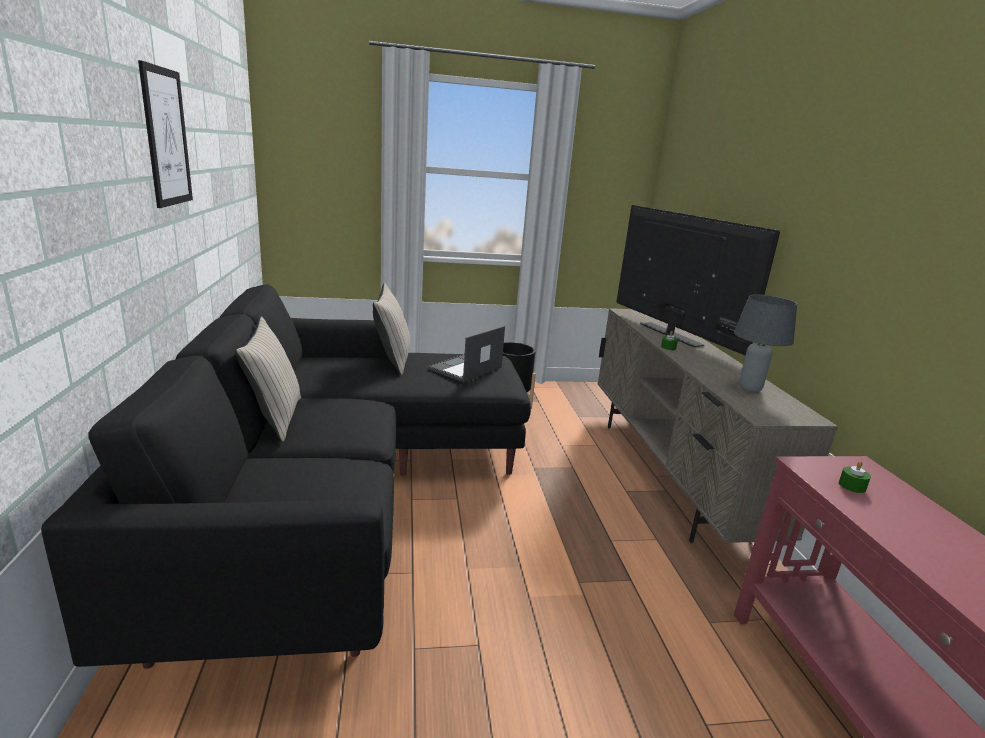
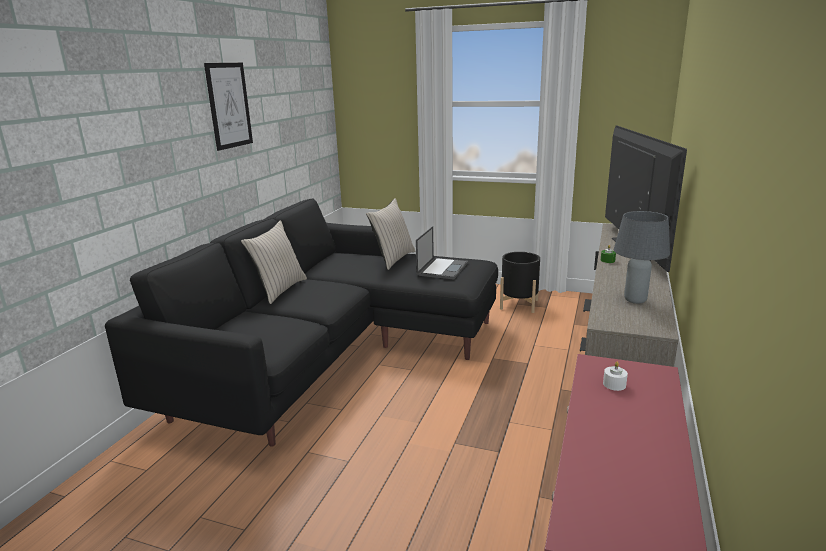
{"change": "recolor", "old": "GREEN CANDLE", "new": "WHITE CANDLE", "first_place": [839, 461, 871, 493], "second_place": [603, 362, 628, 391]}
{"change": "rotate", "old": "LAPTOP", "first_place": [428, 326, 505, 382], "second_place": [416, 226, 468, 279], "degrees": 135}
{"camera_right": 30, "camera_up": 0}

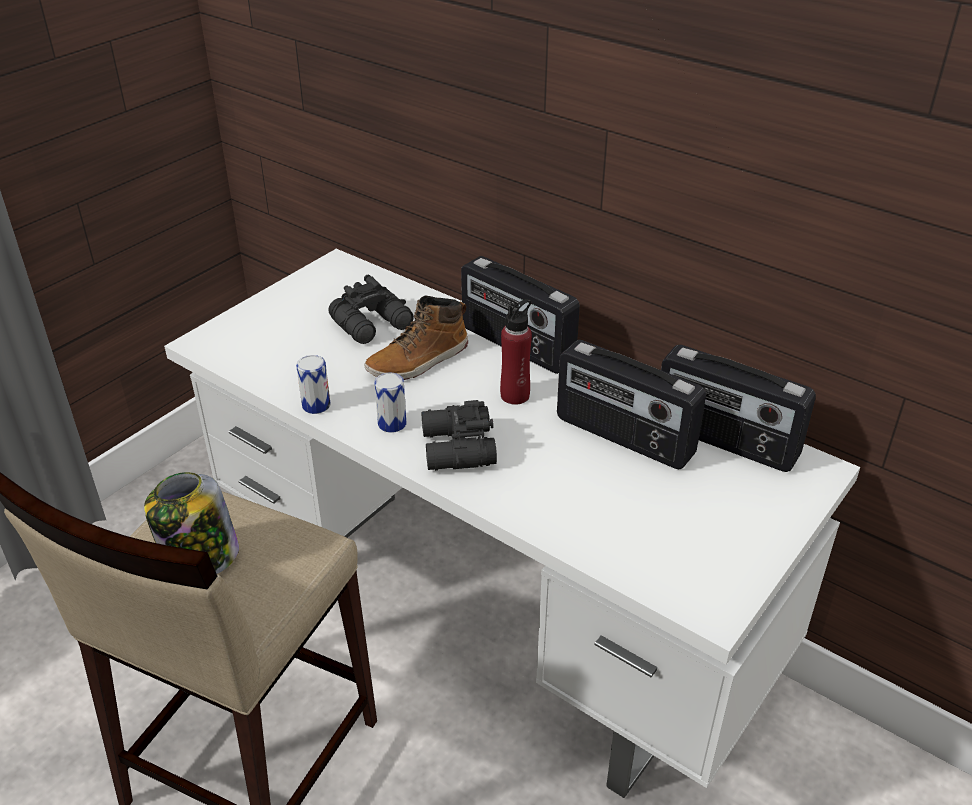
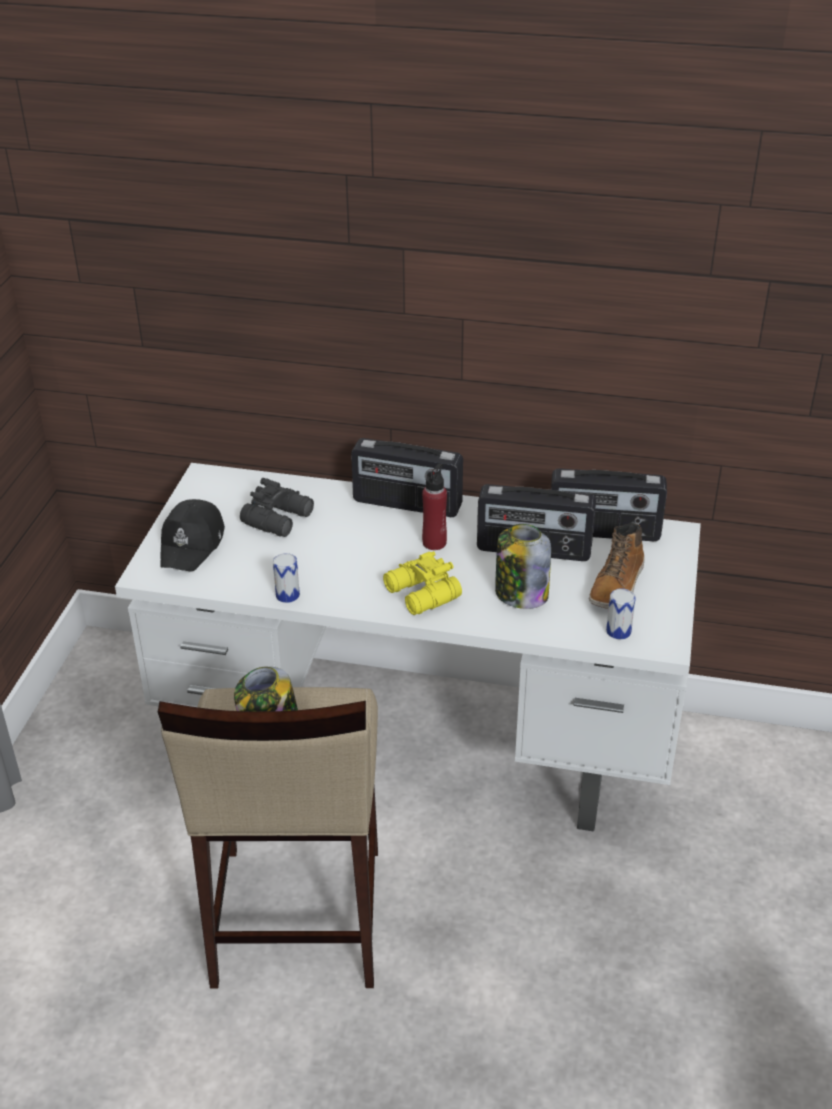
{"change": "insert", "new": "BLACK CAP", "second_place": [160, 499, 225, 572]}
{"change": "insert", "new": "JAR", "second_place": [495, 524, 551, 609]}
{"change": "move", "old": "BOOT", "first_place": [364, 296, 468, 380], "second_place": [589, 524, 645, 609]}
{"change": "move", "old": "CAN", "first_place": [374, 373, 406, 433], "second_place": [606, 588, 636, 639]}
{"change": "recolor", "old": "BLACK BINOCULARS", "new": "YELLOW BINOCULARS", "first_place": [422, 400, 497, 471], "second_place": [383, 551, 462, 615]}
{"camera_right": -25, "camera_up": 0}

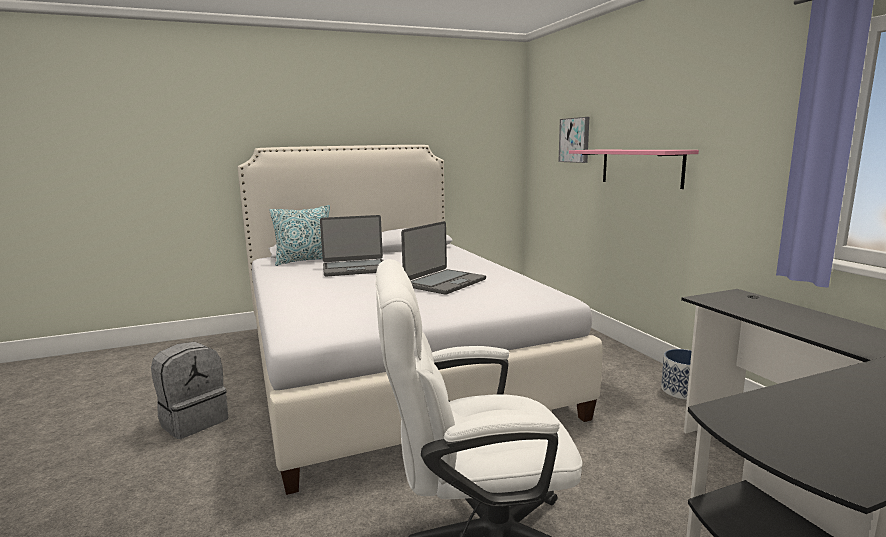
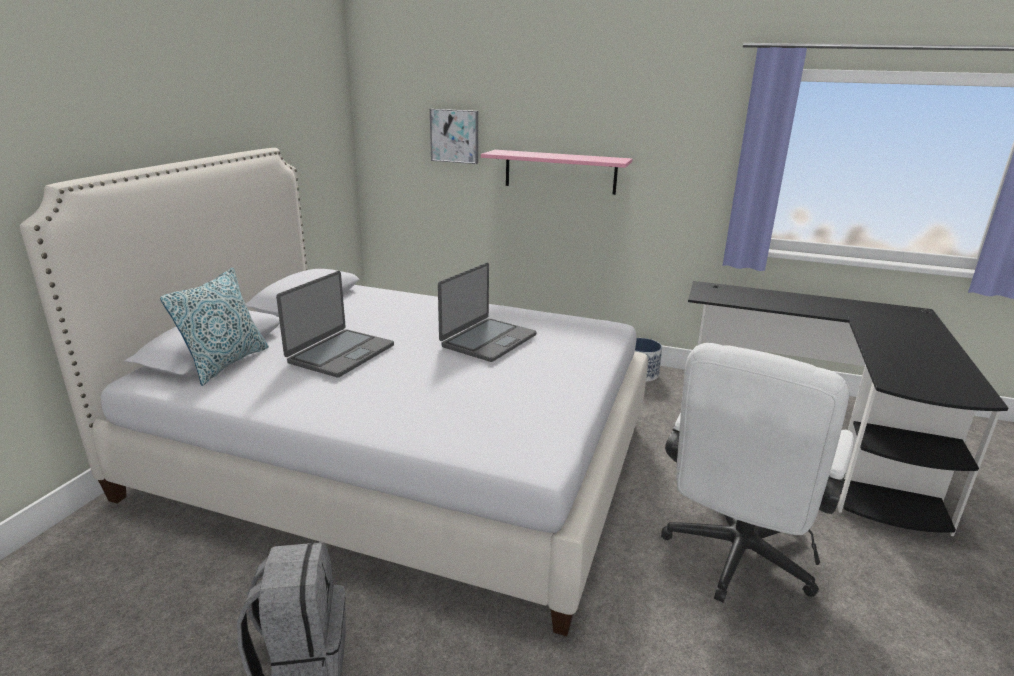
{"change": "rotate", "old": "LAPTOP", "first_place": [401, 221, 486, 295], "second_place": [438, 263, 537, 362], "degrees": 45}
{"camera_right": -50, "camera_up": 10}

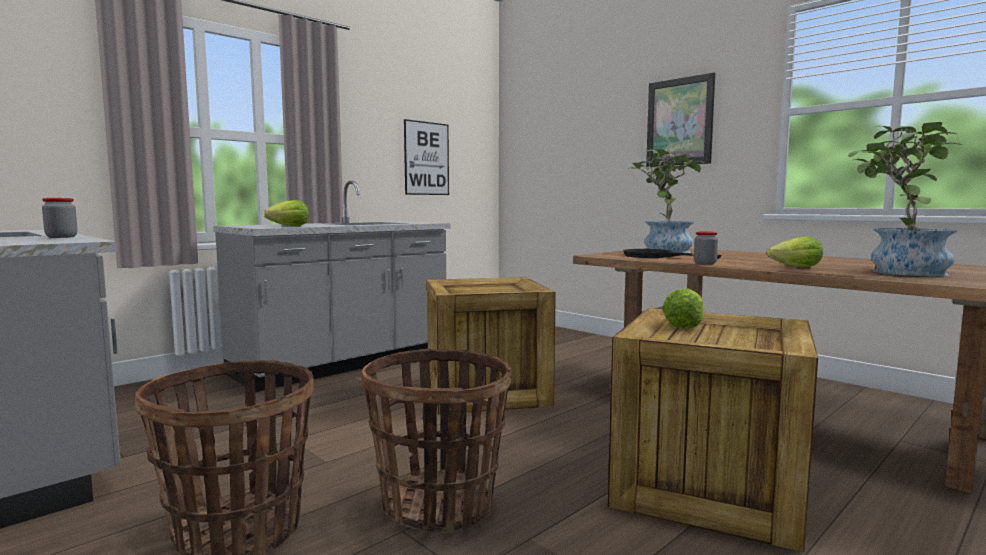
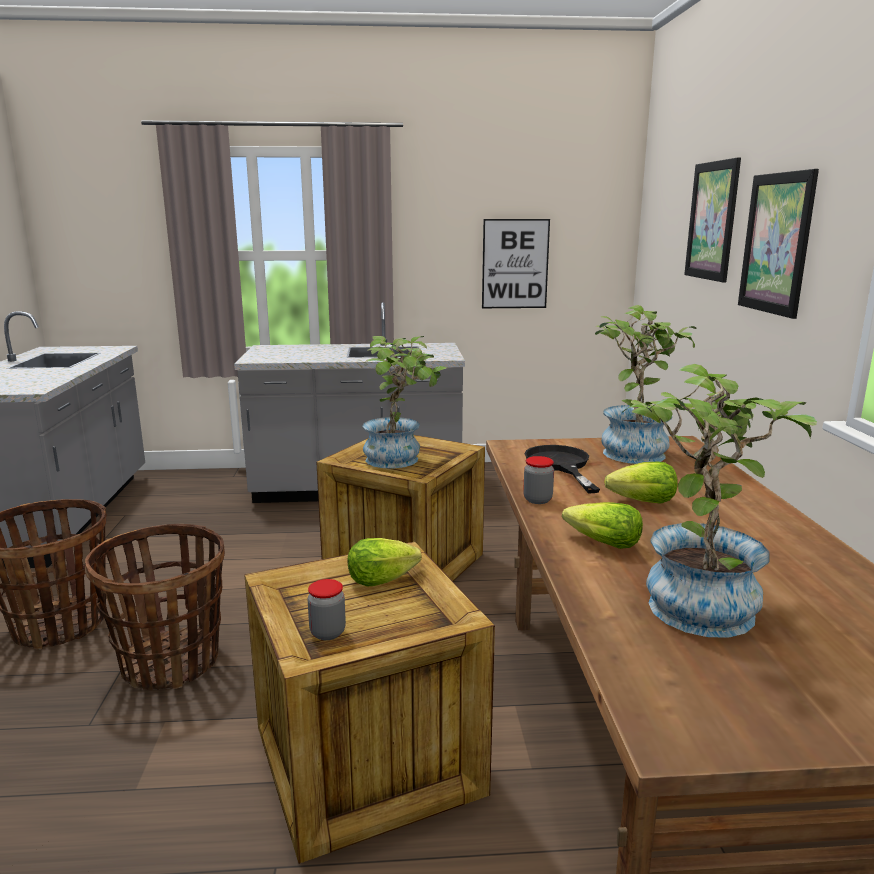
{"change": "insert", "new": "POTTED PLANT", "second_place": [362, 336, 447, 468]}
{"change": "insert", "new": "PICTURE", "second_place": [684, 157, 741, 283]}
{"change": "move", "old": "JAR", "first_place": [42, 198, 78, 238], "second_place": [307, 579, 346, 640]}
{"change": "move", "old": "LETTUCE", "first_place": [264, 200, 309, 226], "second_place": [604, 462, 678, 504]}
{"camera_right": 40, "camera_up": 10}

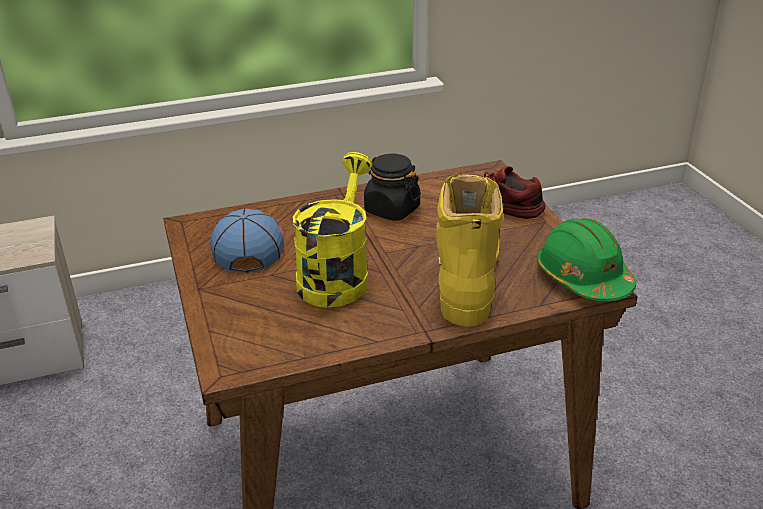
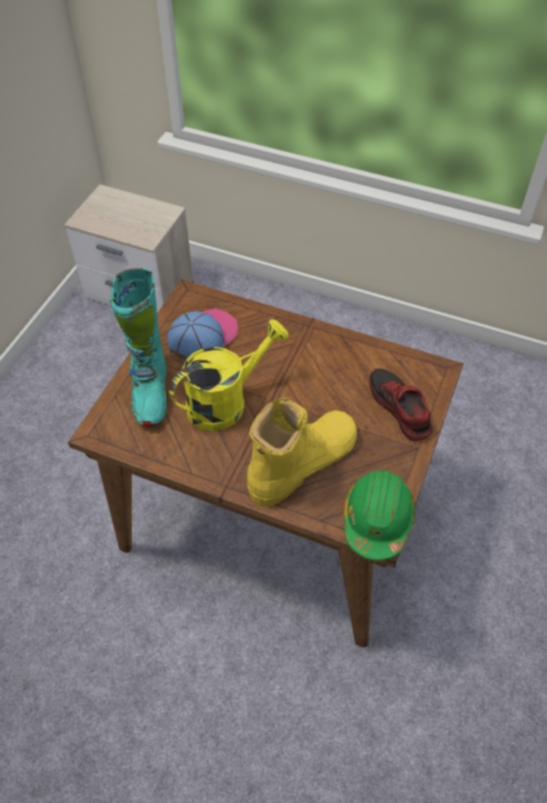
{"change": "delete", "old": "BLACK JAR", "first_place": [364, 154, 420, 221]}
{"change": "insert", "new": "TURQUOISE BOOT", "second_place": [110, 268, 167, 427]}
{"camera_right": 40, "camera_up": 20}

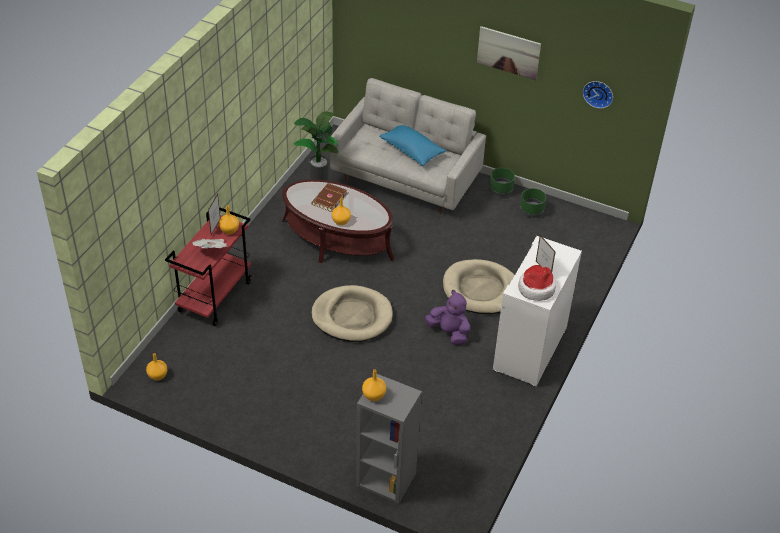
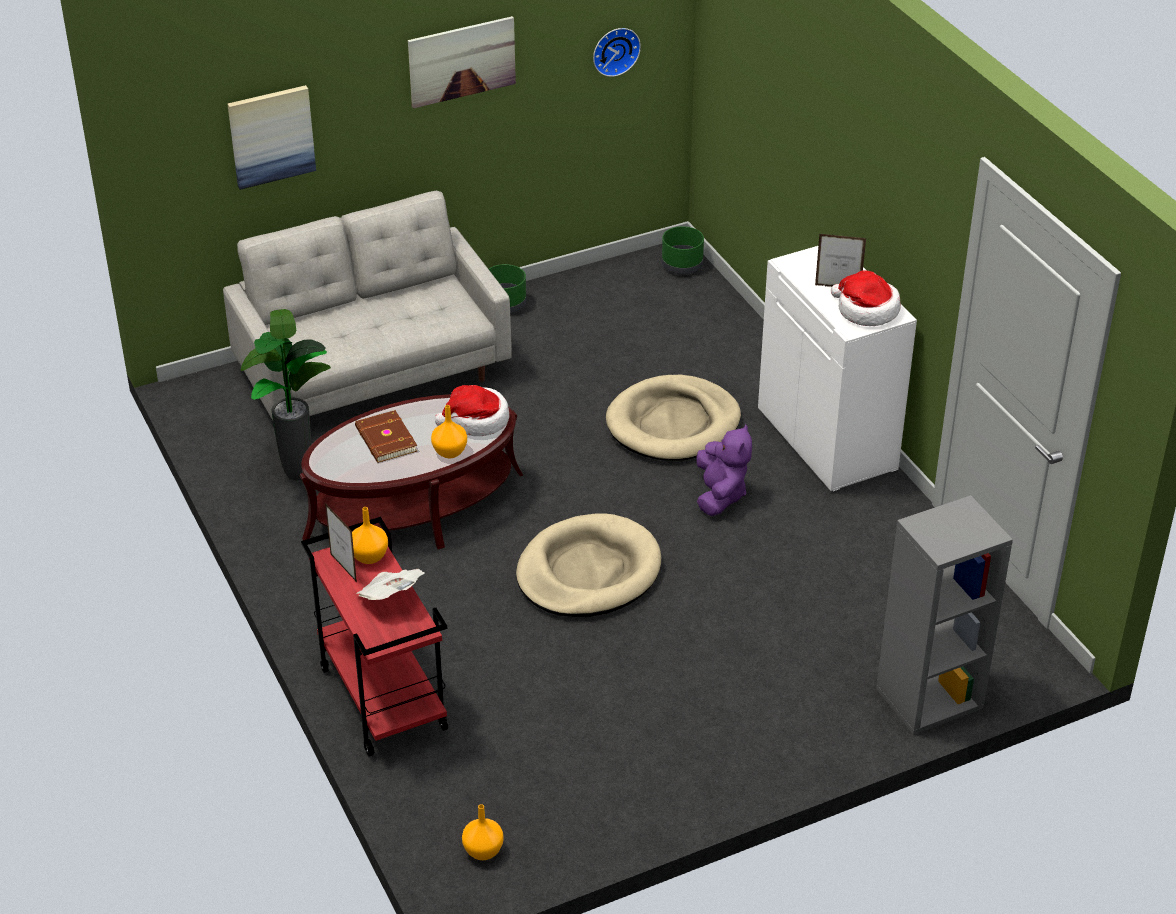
{"change": "delete", "old": "ORANGE VASE", "first_place": [362, 369, 386, 401]}
{"change": "delete", "old": "BLUE PILLOW", "first_place": [379, 125, 446, 166]}
{"change": "insert", "new": "PICTURE", "second_place": [228, 85, 316, 190]}
{"change": "insert", "new": "HAT", "second_place": [435, 385, 509, 436]}
{"change": "move", "old": "GREEN PLANTER", "first_place": [520, 188, 546, 218], "second_place": [662, 226, 704, 274]}
{"change": "rotate", "old": "PURPLE PLUSH TOY", "first_place": [425, 290, 471, 345], "second_place": [696, 424, 752, 516], "degrees": 105}
{"camera_right": -50, "camera_up": -5}

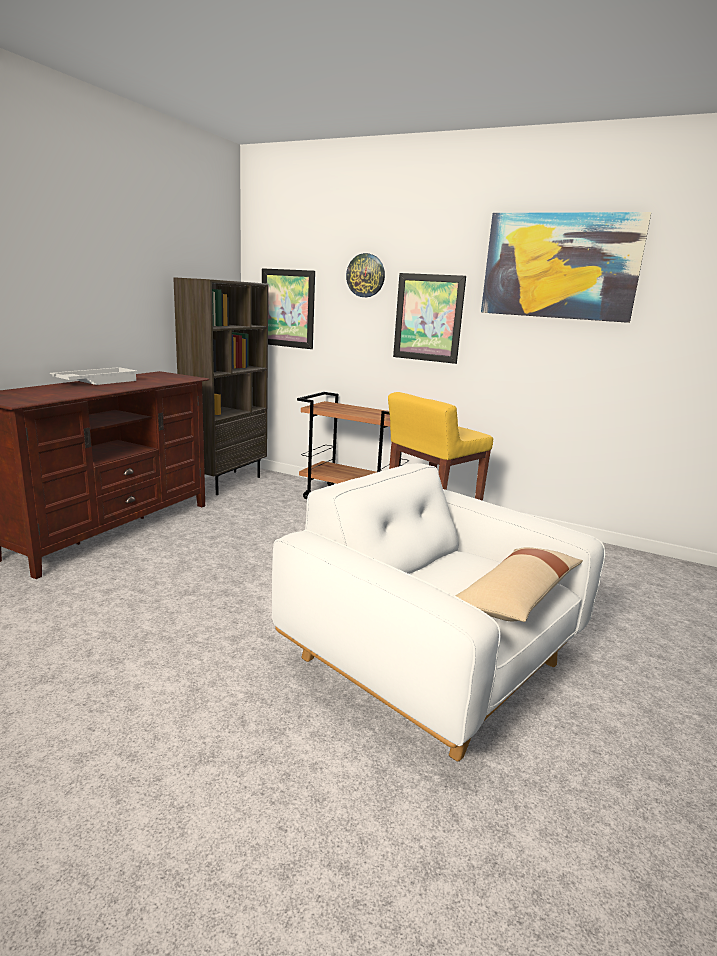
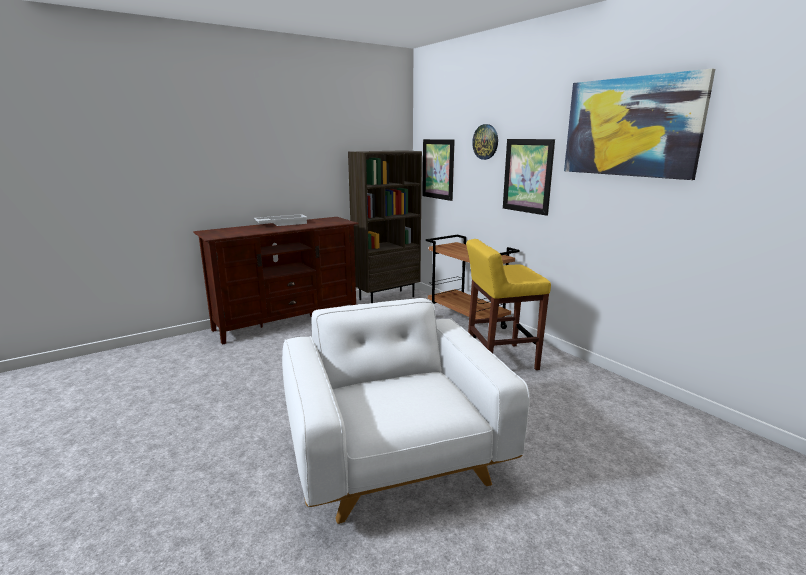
{"change": "delete", "old": "BEIGE PILLOW", "first_place": [456, 547, 583, 622]}
{"camera_right": 30, "camera_up": 0}

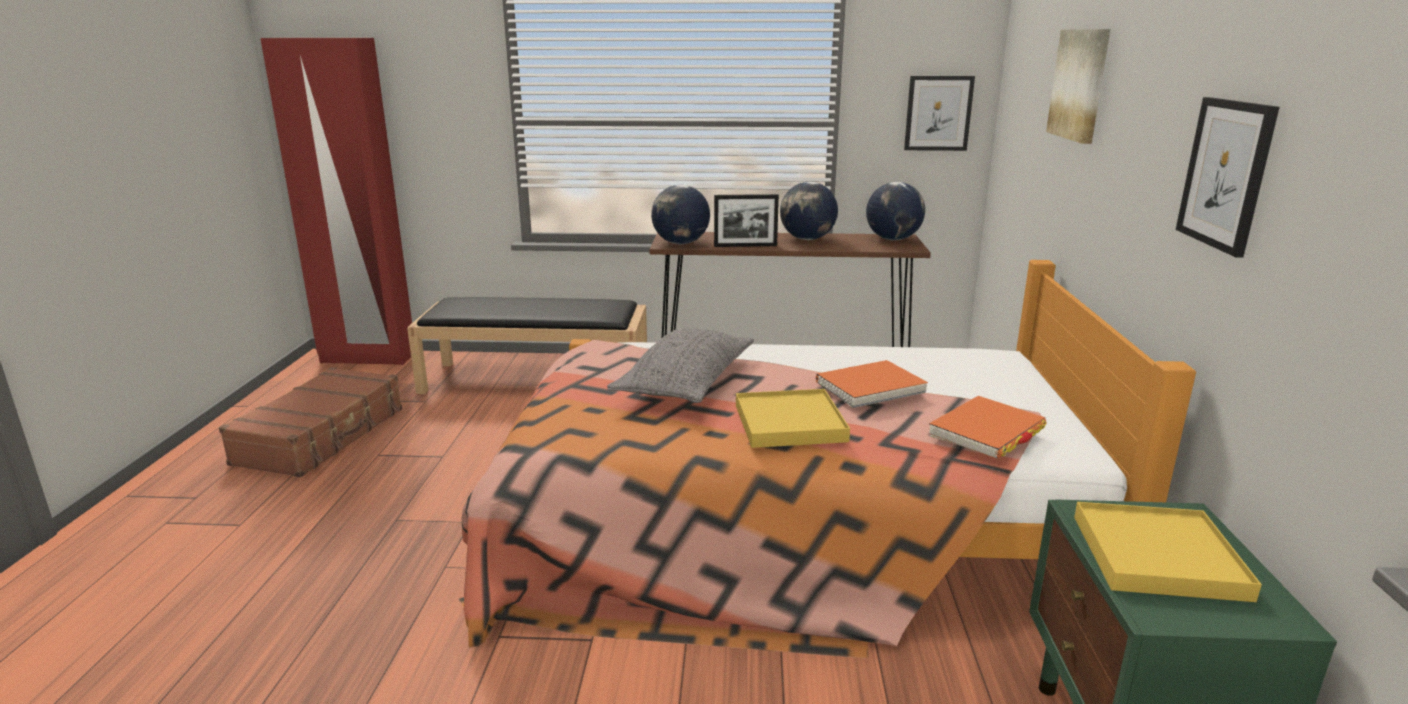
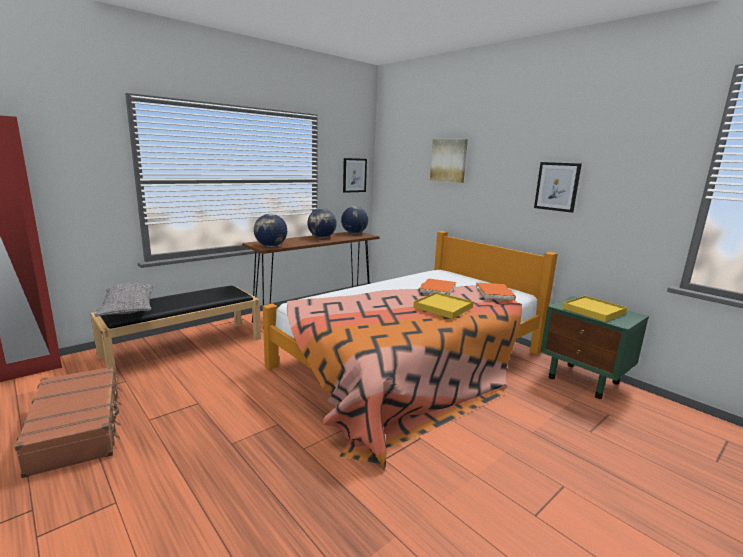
{"change": "delete", "old": "PICTURE FRAME", "first_place": [714, 194, 779, 247]}
{"change": "move", "old": "GREY PILLOW", "first_place": [607, 328, 754, 403], "second_place": [94, 283, 154, 317]}
{"camera_right": -45, "camera_up": -5}

